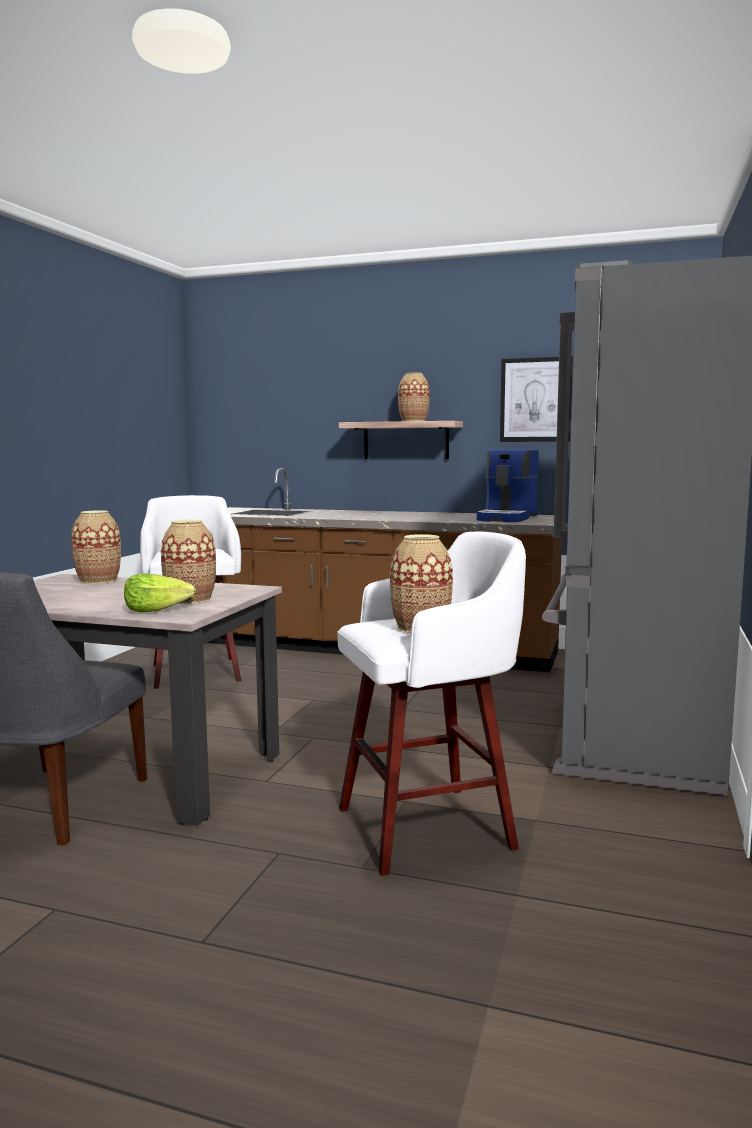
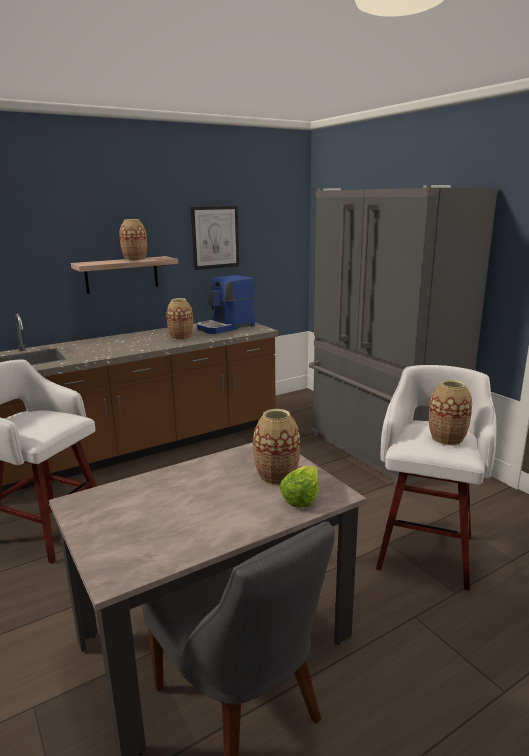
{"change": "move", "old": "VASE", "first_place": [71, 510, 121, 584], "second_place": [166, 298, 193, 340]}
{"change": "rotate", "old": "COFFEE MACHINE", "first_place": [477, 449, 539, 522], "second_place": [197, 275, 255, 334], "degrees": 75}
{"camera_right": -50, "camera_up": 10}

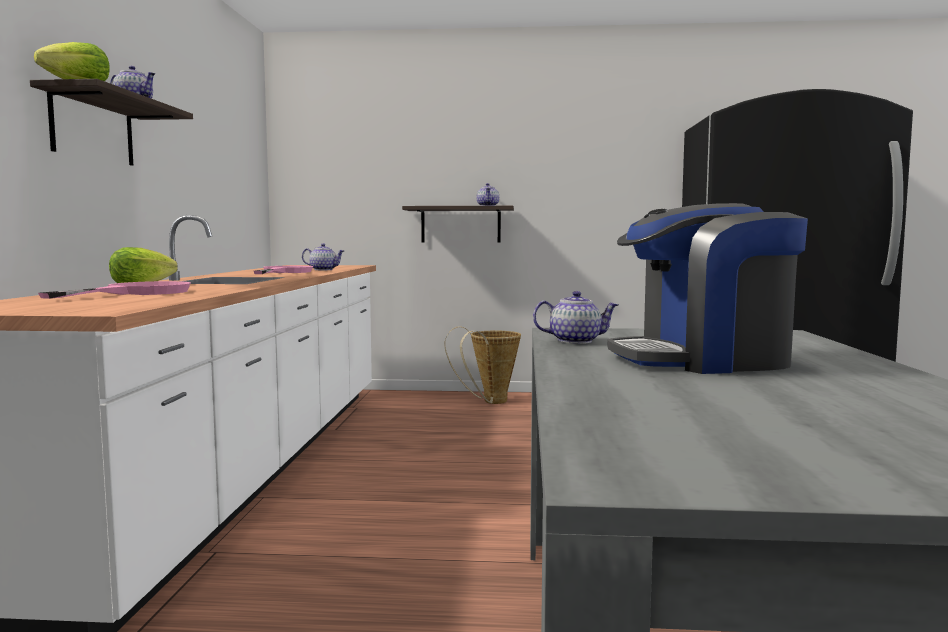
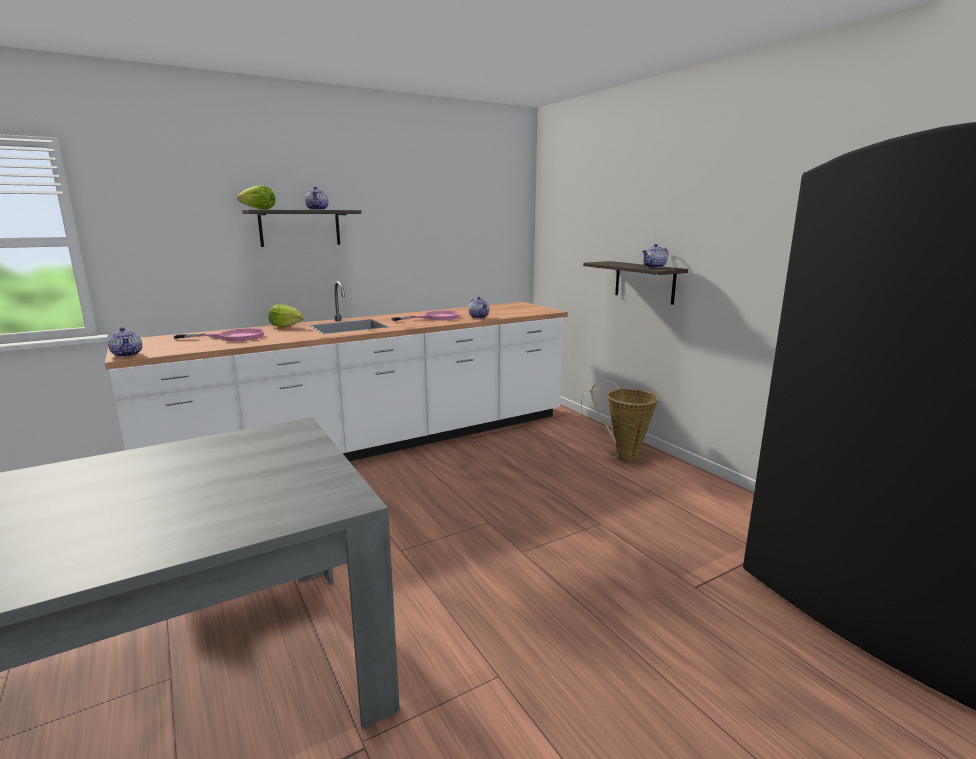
{"change": "delete", "old": "COFFEE MACHINE", "first_place": [607, 203, 808, 374]}
{"change": "move", "old": "TEAPOT", "first_place": [533, 291, 619, 344], "second_place": [108, 327, 142, 357]}
{"camera_right": 55, "camera_up": 10}

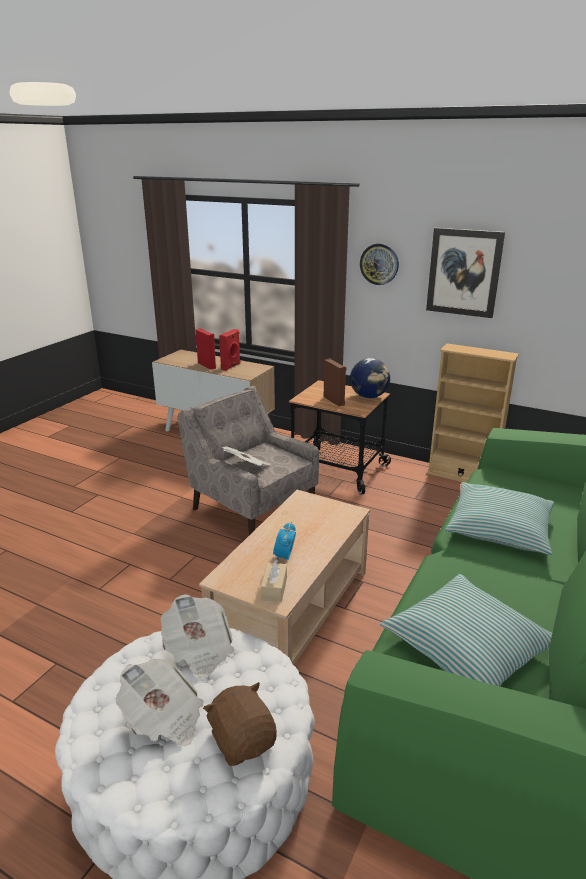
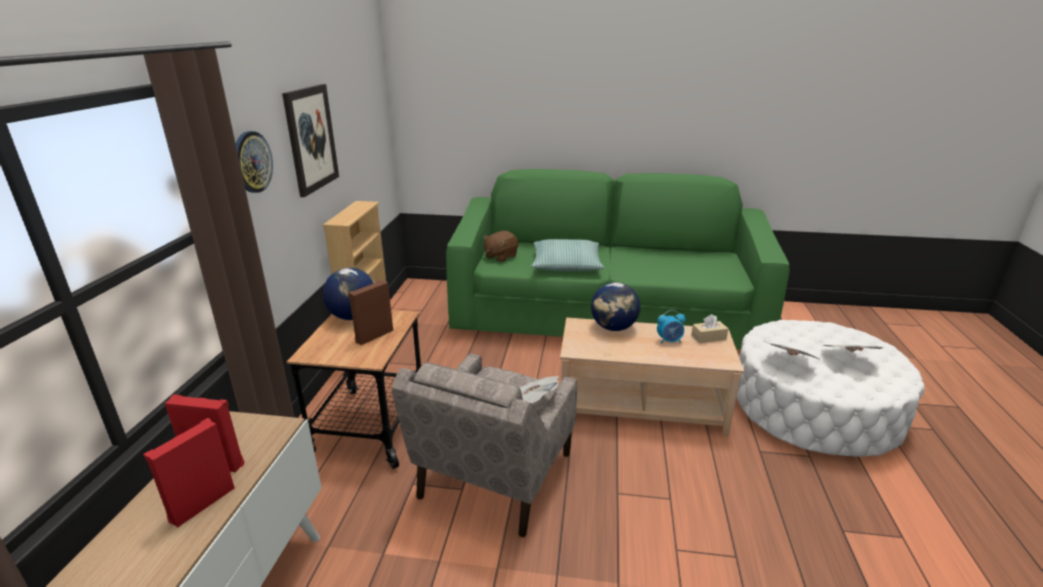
{"change": "delete", "old": "PILLOW", "first_place": [380, 574, 552, 686]}
{"change": "insert", "new": "GLOBE", "second_place": [591, 282, 640, 331]}
{"change": "move", "old": "BROWN PLUSH TOY", "first_place": [203, 682, 277, 766], "second_place": [483, 231, 518, 262]}
{"camera_right": -110, "camera_up": 0}

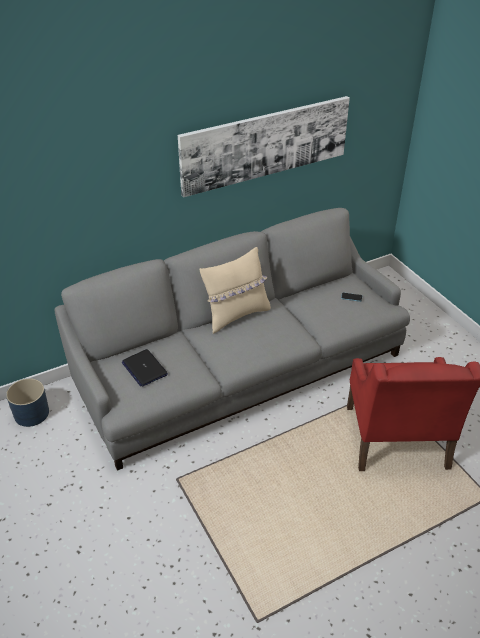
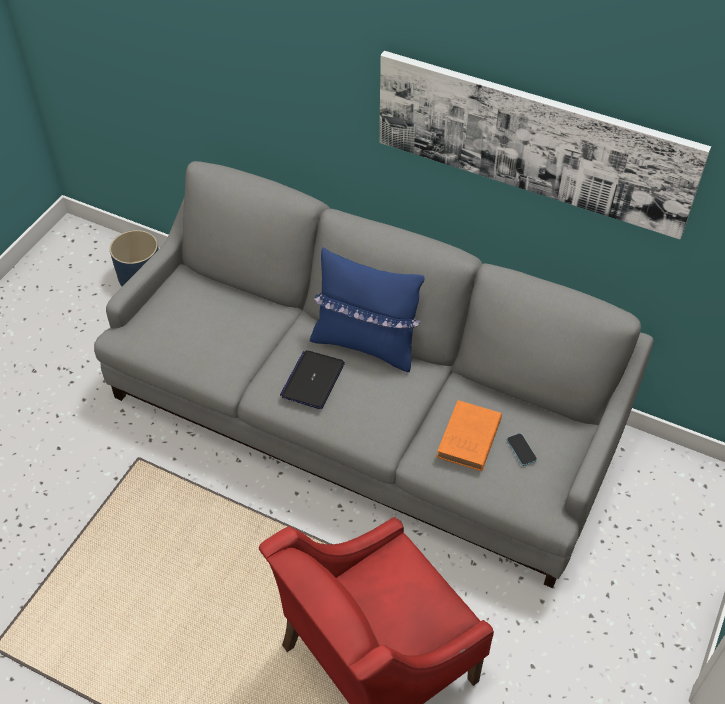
{"change": "insert", "new": "ORANGE BOOK", "second_place": [437, 400, 502, 471]}
{"change": "move", "old": "LAPTOP", "first_place": [121, 349, 168, 387], "second_place": [280, 350, 345, 409]}
{"change": "recolor", "old": "BEIGE PILLOW", "new": "BLUE PILLOW", "first_place": [200, 247, 271, 334], "second_place": [310, 247, 424, 372]}
{"camera_right": 55, "camera_up": 10}

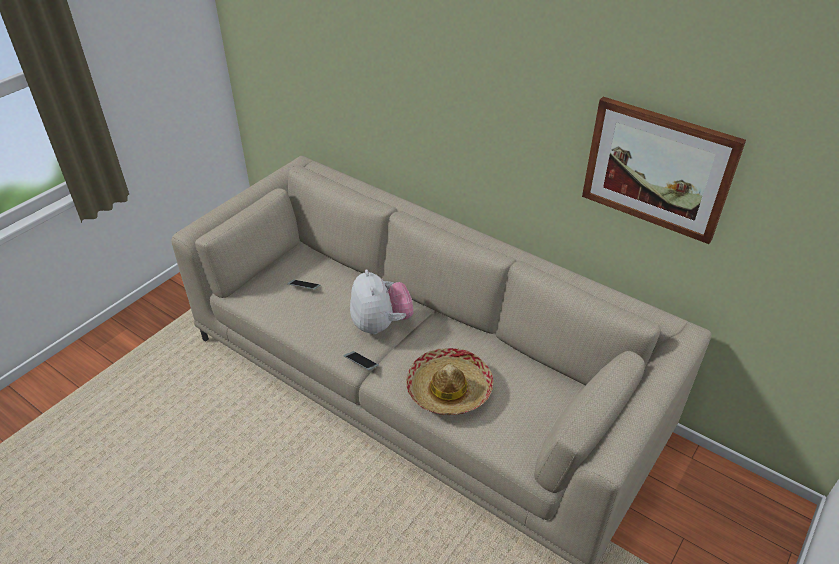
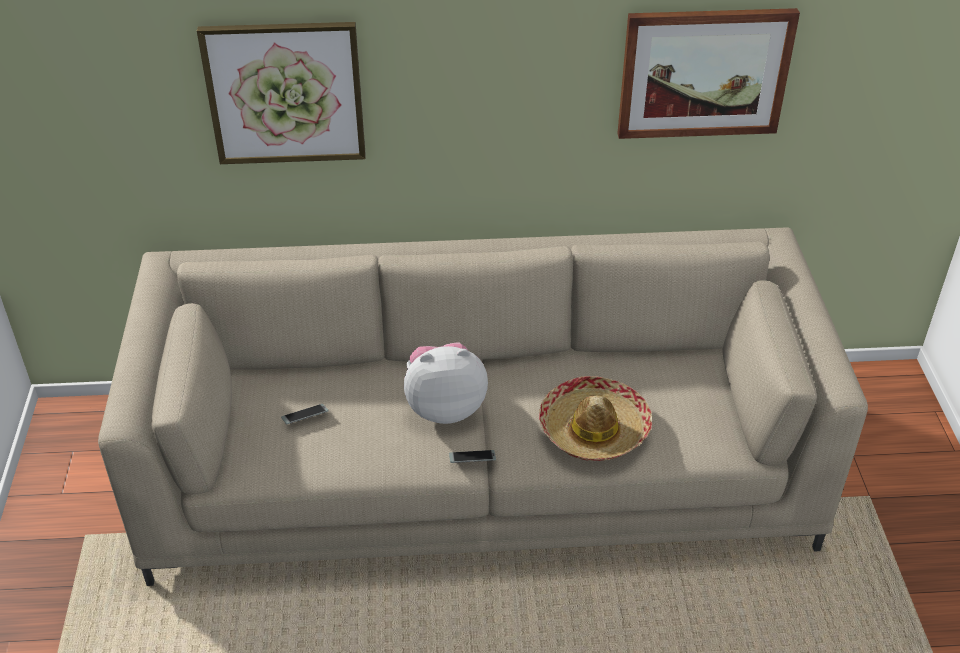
{"change": "insert", "new": "PICTURE", "second_place": [197, 22, 366, 164]}
{"change": "rotate", "old": "PLUSH TOY", "first_place": [350, 269, 414, 334], "second_place": [404, 342, 488, 424], "degrees": -45}
{"camera_right": -40, "camera_up": 0}

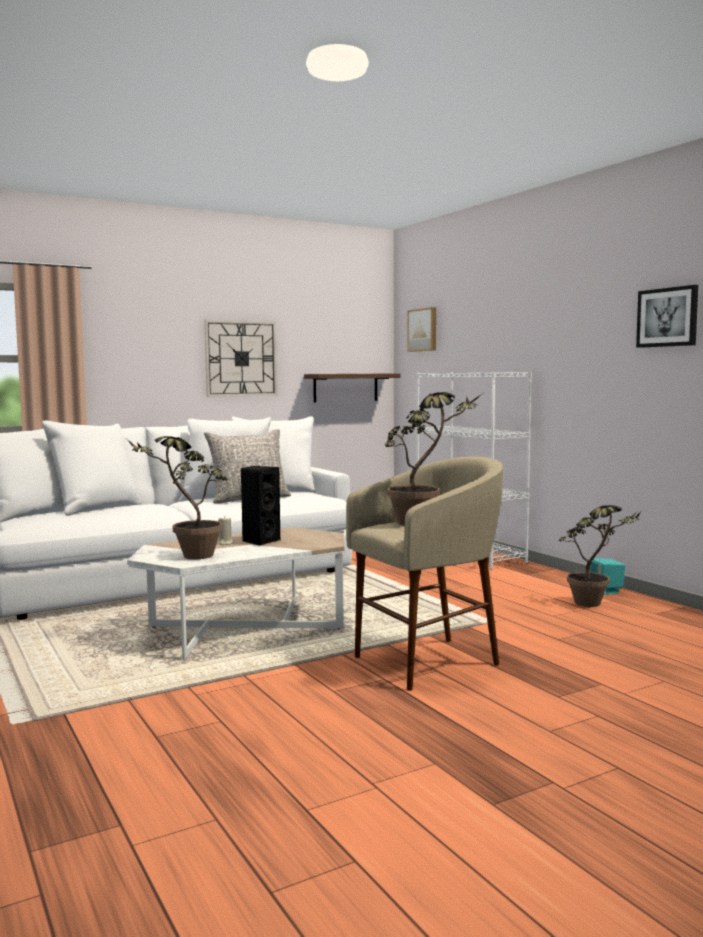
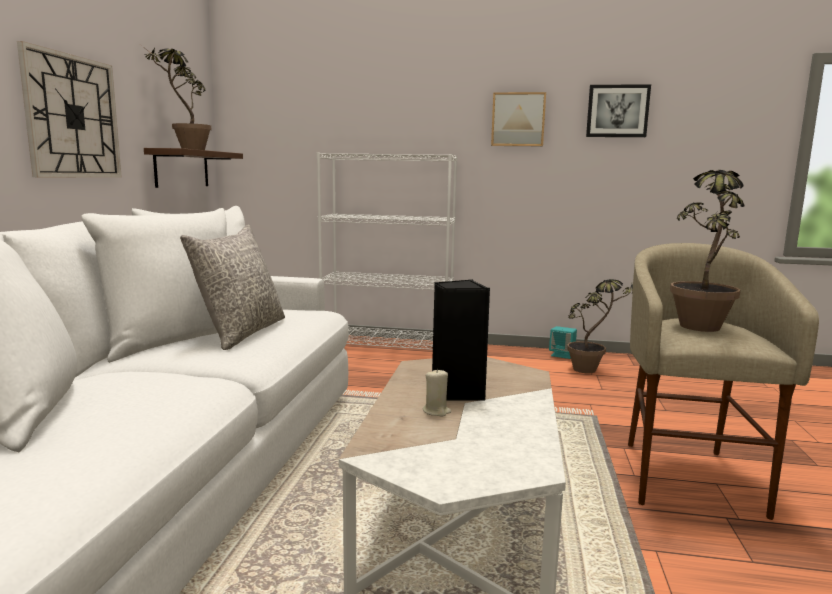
{"change": "move", "old": "POTTED PLANT", "first_place": [127, 436, 227, 559], "second_place": [142, 46, 211, 150]}
{"change": "move", "old": "PICTURE", "first_place": [408, 307, 436, 352], "second_place": [491, 92, 546, 146]}
{"camera_right": -50, "camera_up": 5}

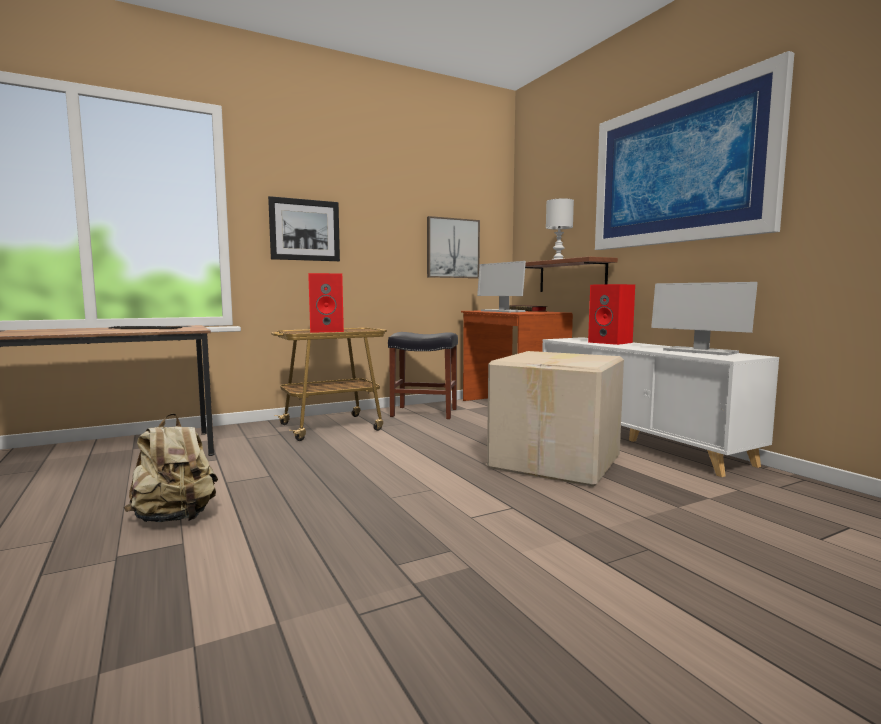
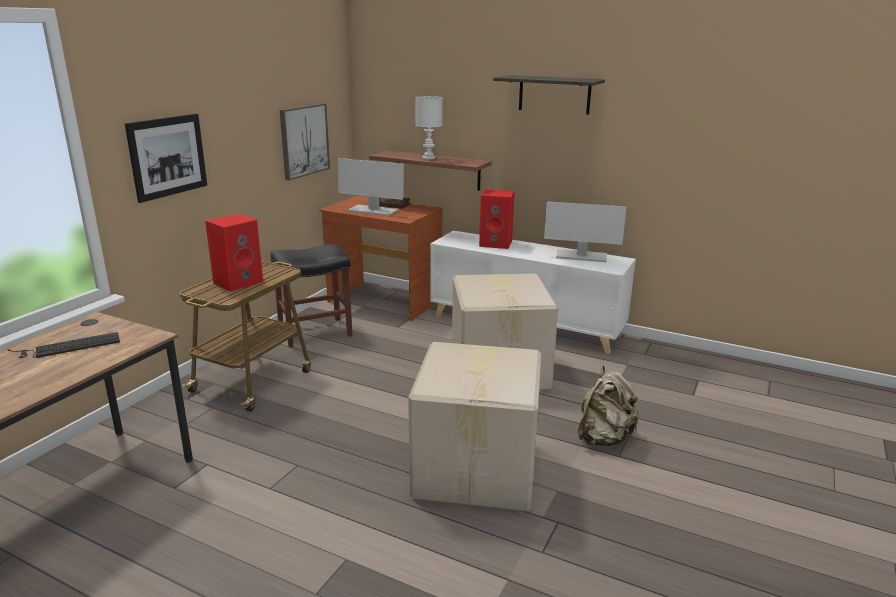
{"change": "insert", "new": "CARDBOARD BOX", "second_place": [408, 342, 541, 512]}
{"change": "move", "old": "BEIGE BACKPACK", "first_place": [124, 413, 218, 522], "second_place": [578, 365, 639, 446]}
{"change": "replace", "old": "PICTURE", "new": "SHELF", "first_place": [595, 51, 794, 250], "second_place": [493, 75, 605, 115]}
{"camera_right": -35, "camera_up": 15}

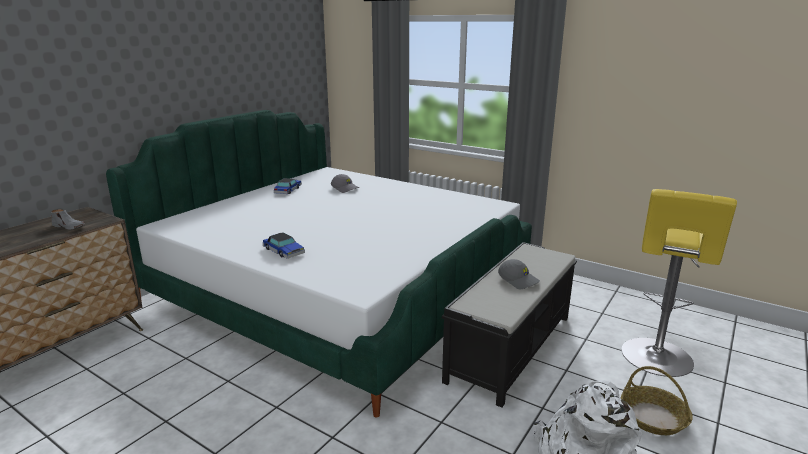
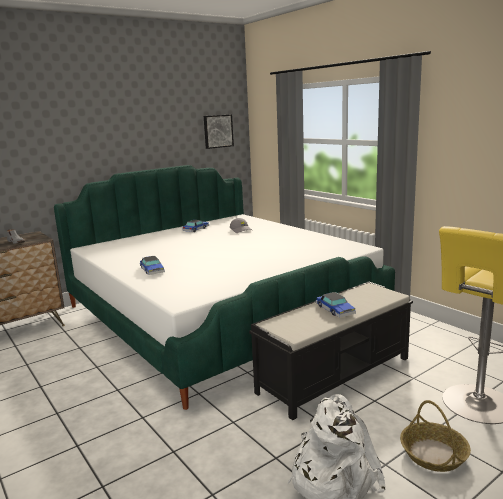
{"change": "insert", "new": "PICTURE", "second_place": [204, 115, 234, 149]}
{"change": "replace", "old": "GREY CAP", "new": "TOY CAR", "first_place": [498, 259, 540, 289], "second_place": [316, 292, 356, 318]}
{"camera_right": 20, "camera_up": -5}

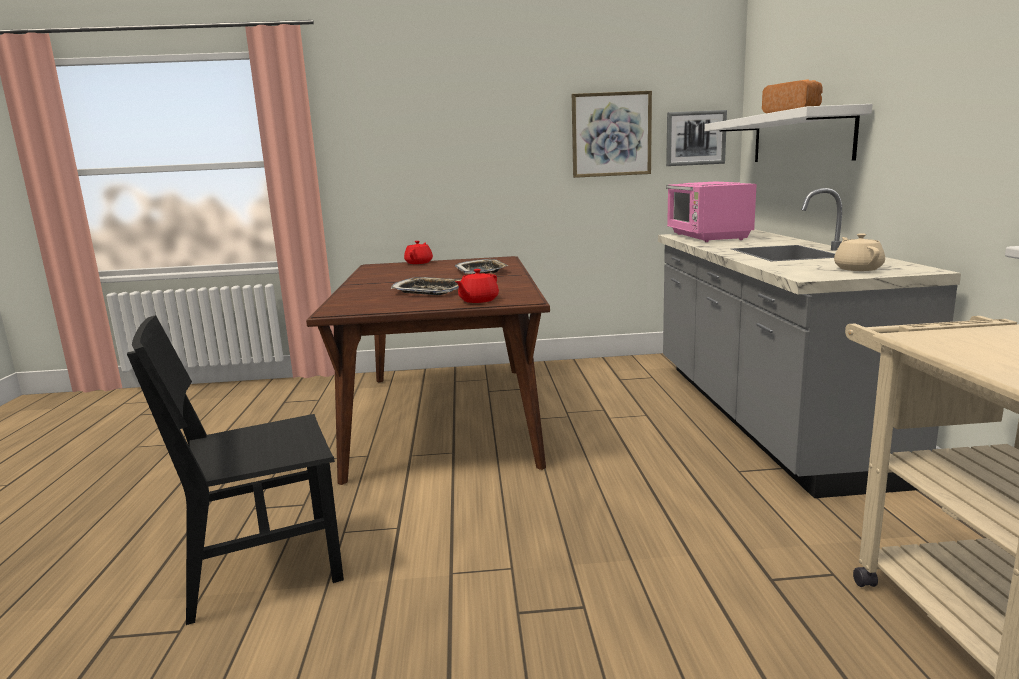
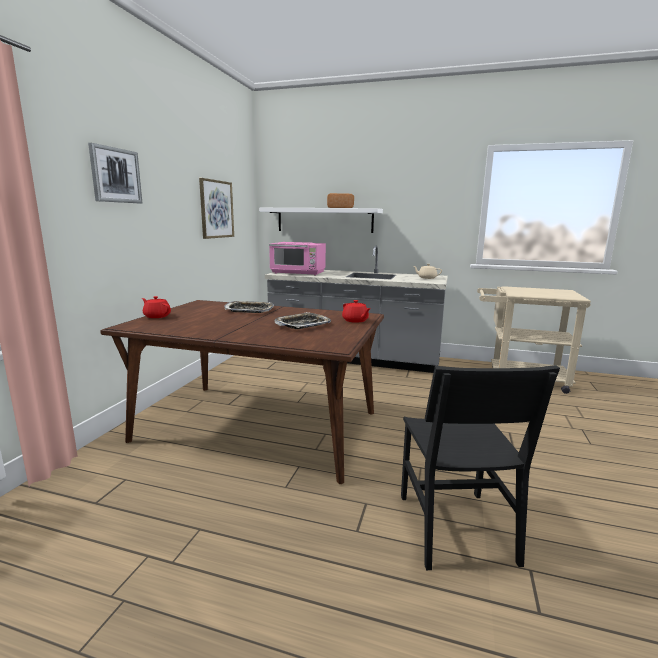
{"change": "move", "old": "PICTURE", "first_place": [666, 110, 727, 166], "second_place": [88, 143, 142, 203]}
{"camera_right": -70, "camera_up": 0}

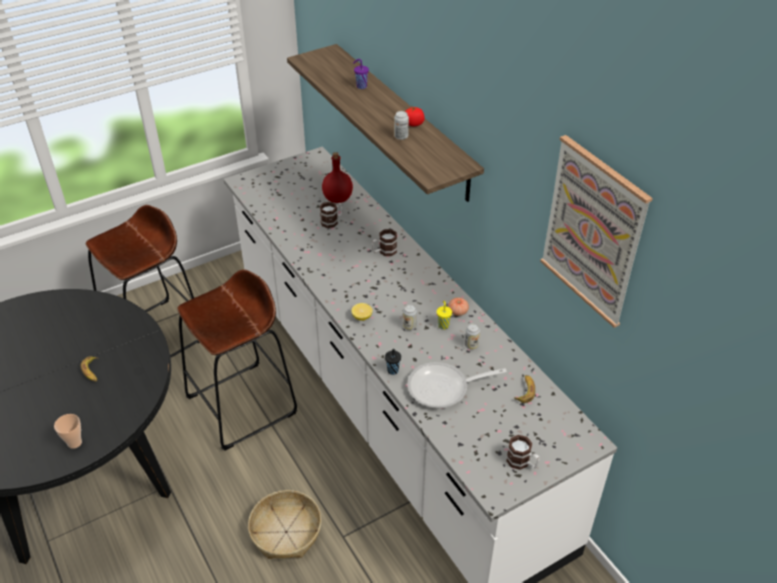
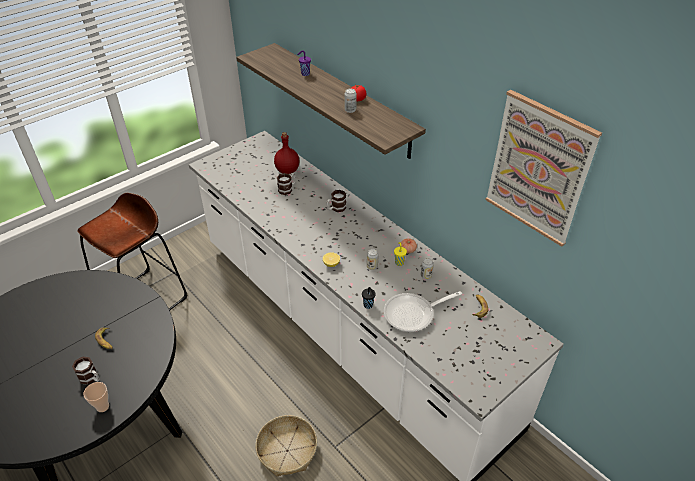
{"change": "delete", "old": "BROWN STOOL", "first_place": [177, 269, 297, 451]}
{"change": "move", "old": "MUG", "first_place": [506, 435, 540, 470], "second_place": [72, 357, 100, 385]}
{"camera_right": -10, "camera_up": 0}

